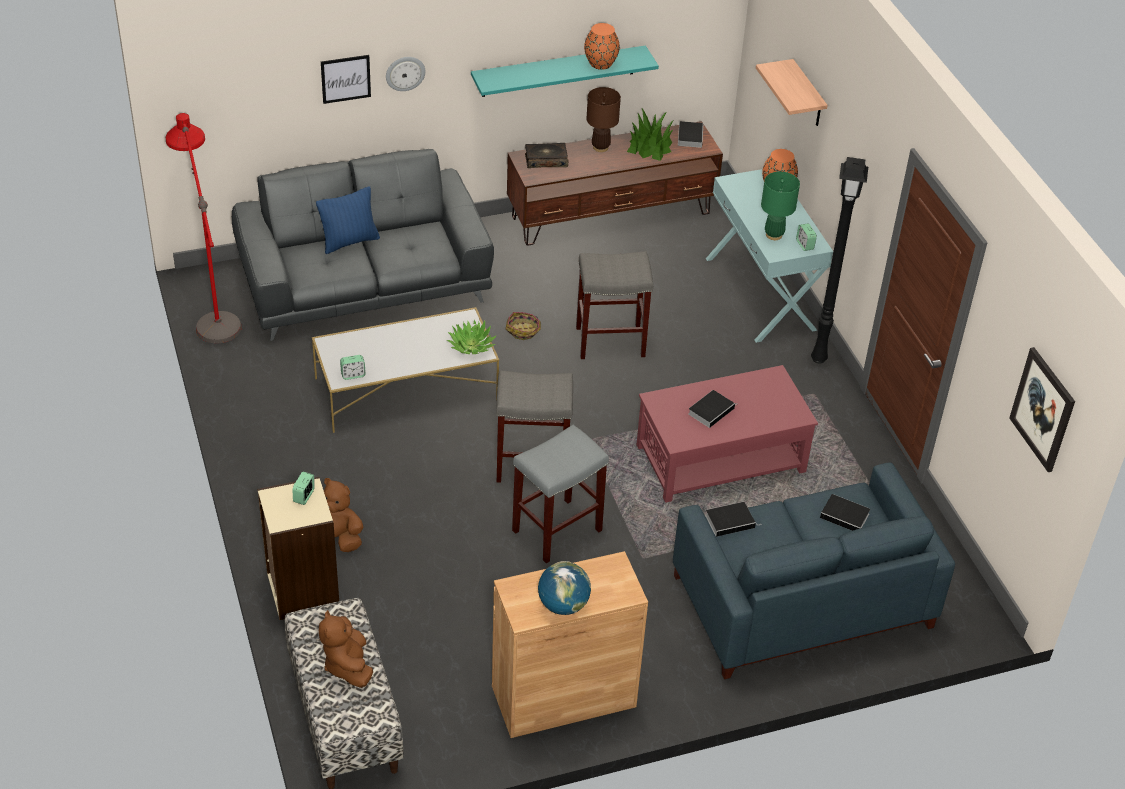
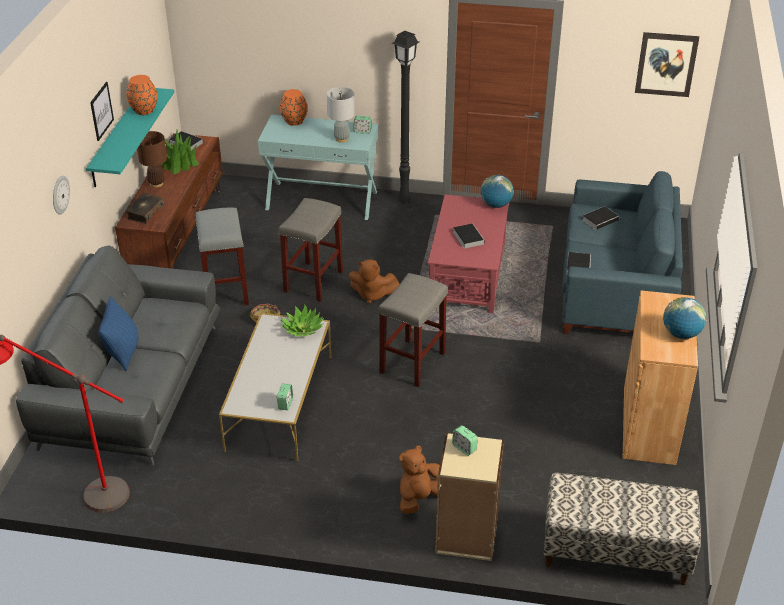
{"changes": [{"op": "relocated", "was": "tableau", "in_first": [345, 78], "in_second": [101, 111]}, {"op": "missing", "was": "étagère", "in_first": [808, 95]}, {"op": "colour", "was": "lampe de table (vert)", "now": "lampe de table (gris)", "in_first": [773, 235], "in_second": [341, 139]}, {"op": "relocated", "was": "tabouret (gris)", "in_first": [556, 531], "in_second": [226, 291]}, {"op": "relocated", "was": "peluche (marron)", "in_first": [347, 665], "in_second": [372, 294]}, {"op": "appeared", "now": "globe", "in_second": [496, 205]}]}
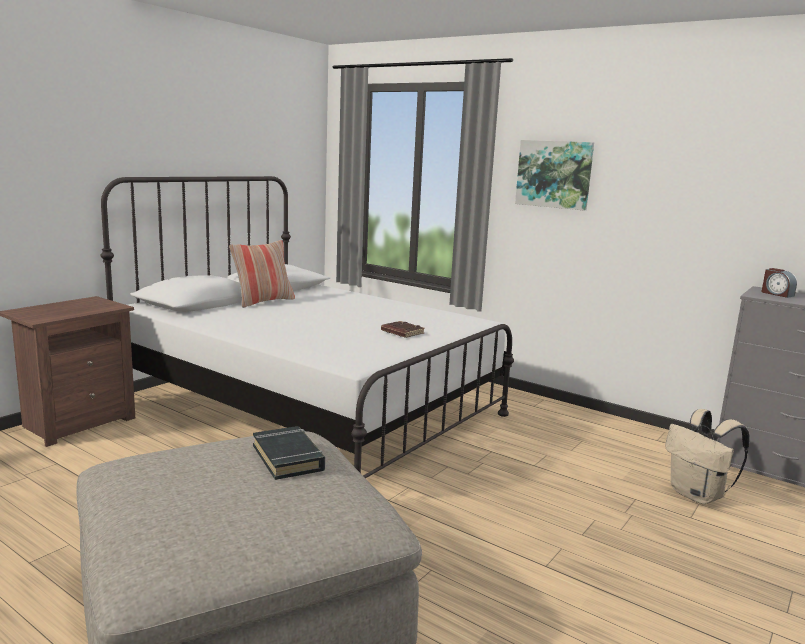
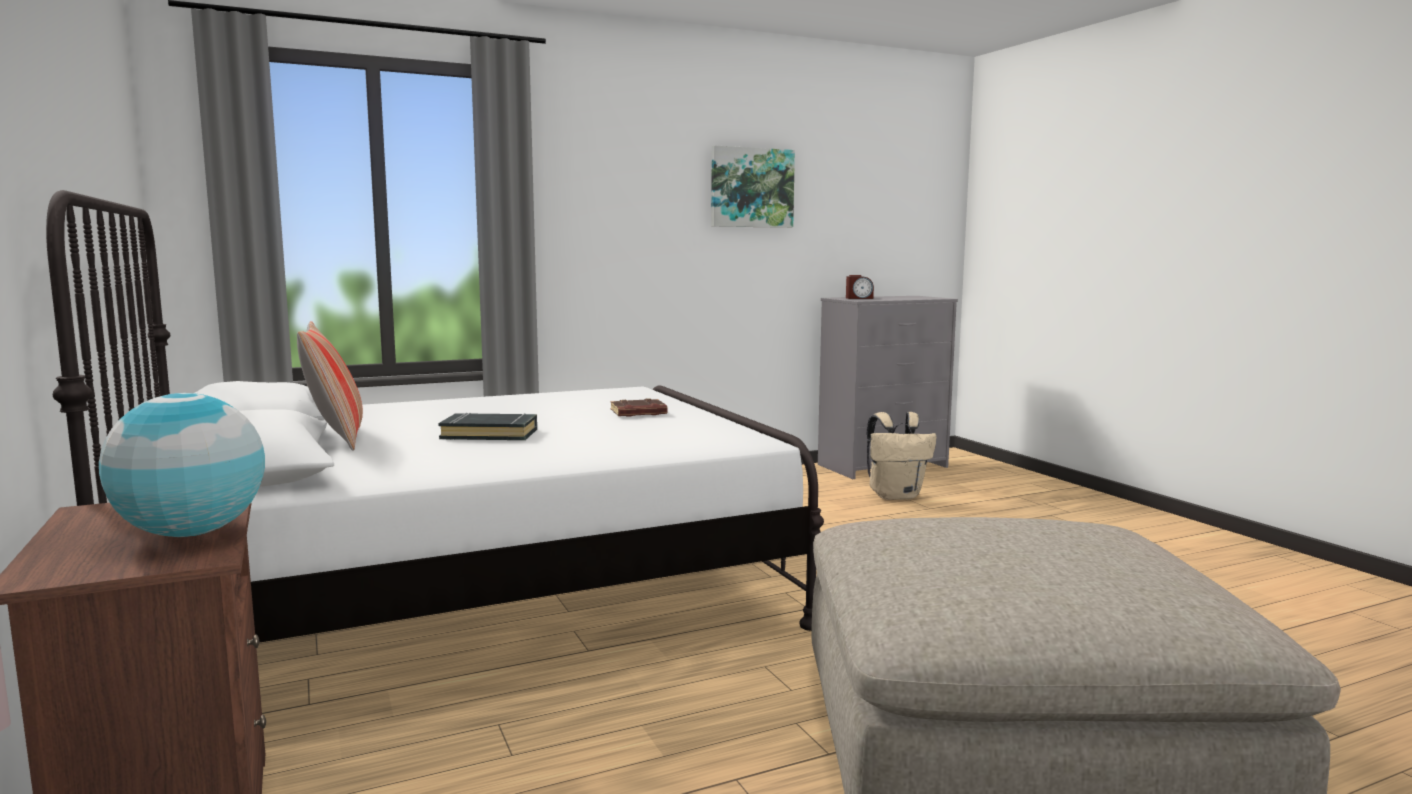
{"changes": [{"op": "relocated", "was": "tableau", "in_first": [554, 174], "in_second": [751, 188]}, {"op": "relocated", "was": "livre (noir)", "in_first": [288, 458], "in_second": [490, 434]}, {"op": "appeared", "now": "globe", "in_second": [192, 533]}]}
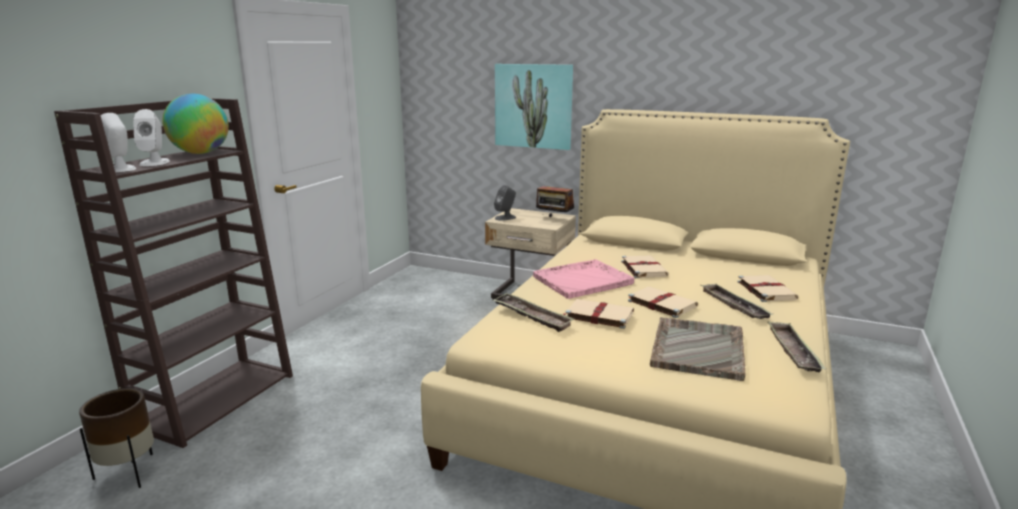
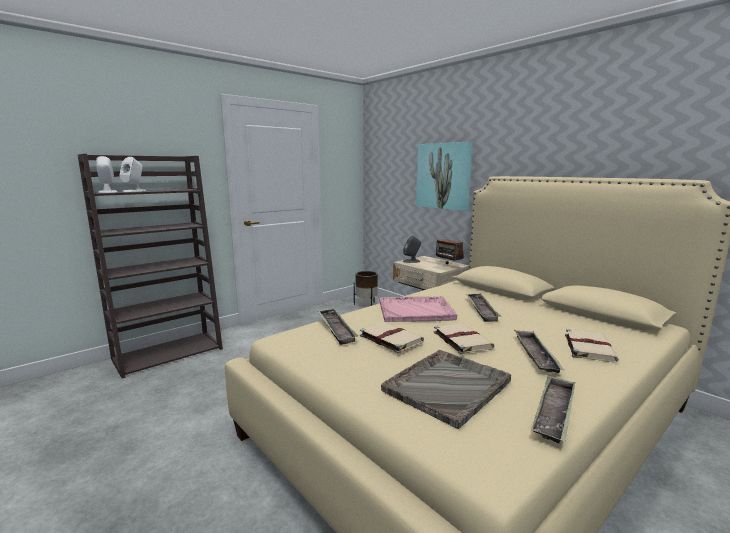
{"changes": [{"op": "missing", "was": "globe", "in_first": [200, 153]}, {"op": "exchanged", "was": "livre (beige)", "now": "plateau", "in_first": [643, 268], "in_second": [481, 310]}, {"op": "relocated", "was": "cache-pot (marron)", "in_first": [129, 473], "in_second": [366, 305]}]}
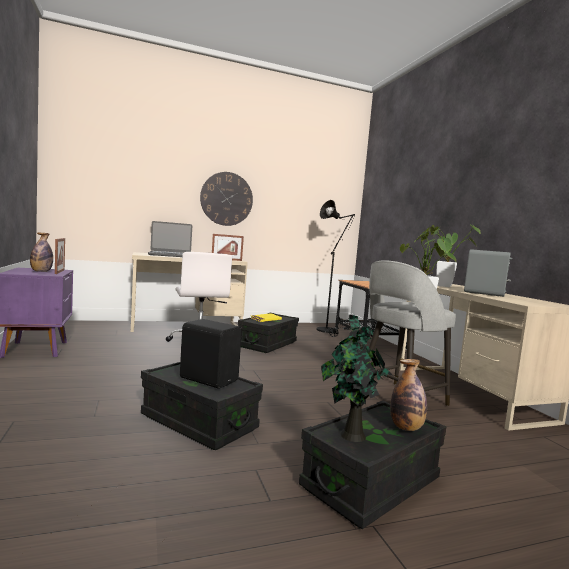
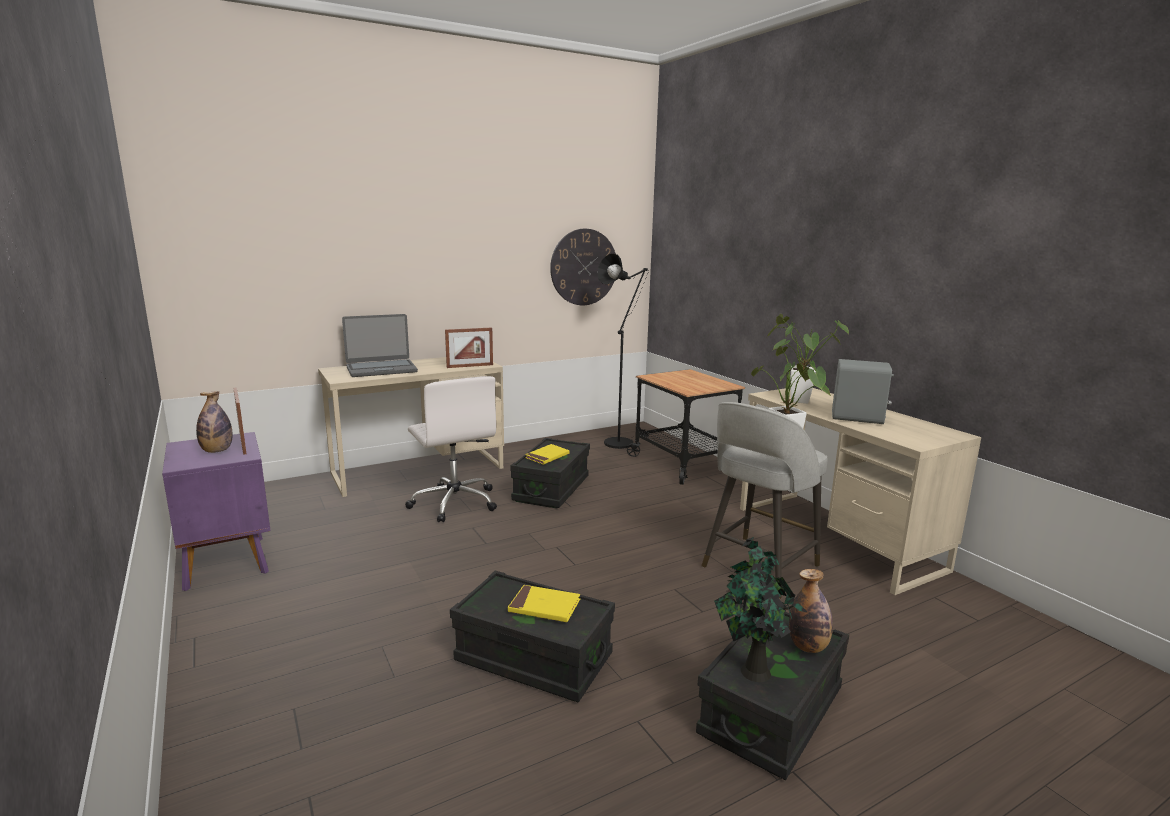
{"changes": [{"op": "relocated", "was": "horloge murale", "in_first": [226, 199], "in_second": [584, 267]}, {"op": "exchanged", "was": "enceinte (noir)", "now": "livre (jaune)", "in_first": [209, 379], "in_second": [544, 607]}]}
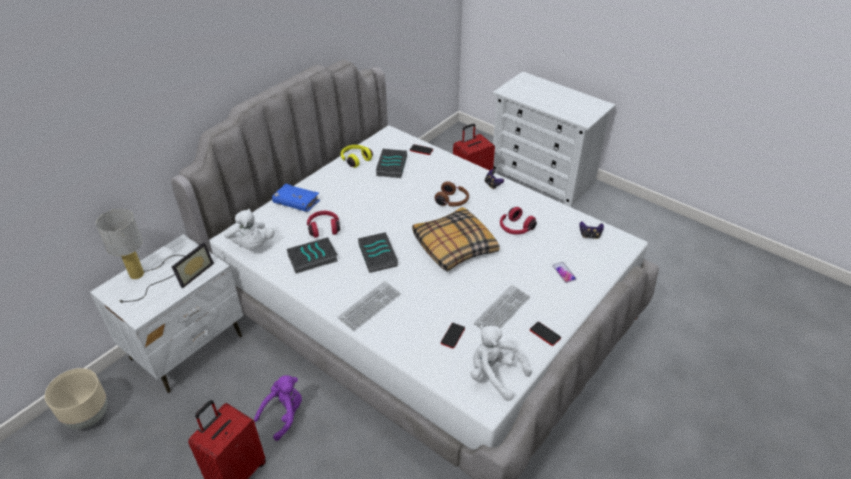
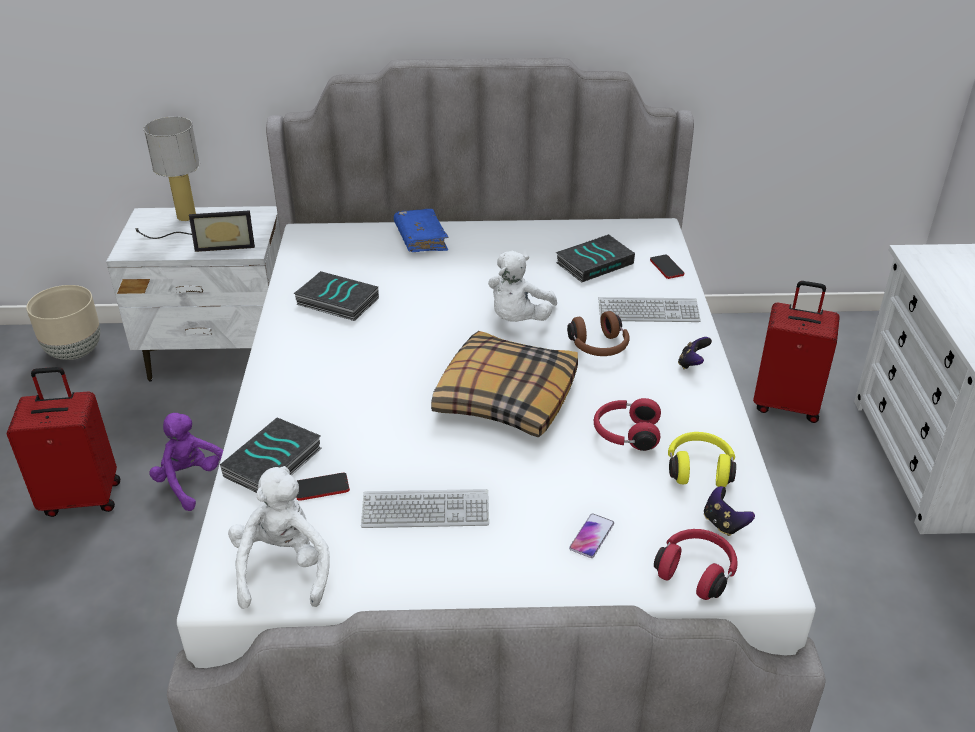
{"changes": [{"op": "relocated", "was": "casque audio (jaune)", "in_first": [355, 159], "in_second": [699, 468]}, {"op": "relocated", "was": "peluche (blanc)", "in_first": [252, 245], "in_second": [518, 319]}, {"op": "relocated", "was": "casque audio (rouge)", "in_first": [324, 228], "in_second": [696, 571]}, {"op": "relocated", "was": "livre", "in_first": [379, 255], "in_second": [273, 464]}, {"op": "relocated", "was": "clavier", "in_first": [369, 306], "in_second": [648, 311]}, {"op": "missing", "was": "téléphone", "in_first": [545, 334]}, {"op": "spun", "was": "peluche (violet)", "in_first": [284, 415], "in_second": [193, 483], "clockwise": -135}]}
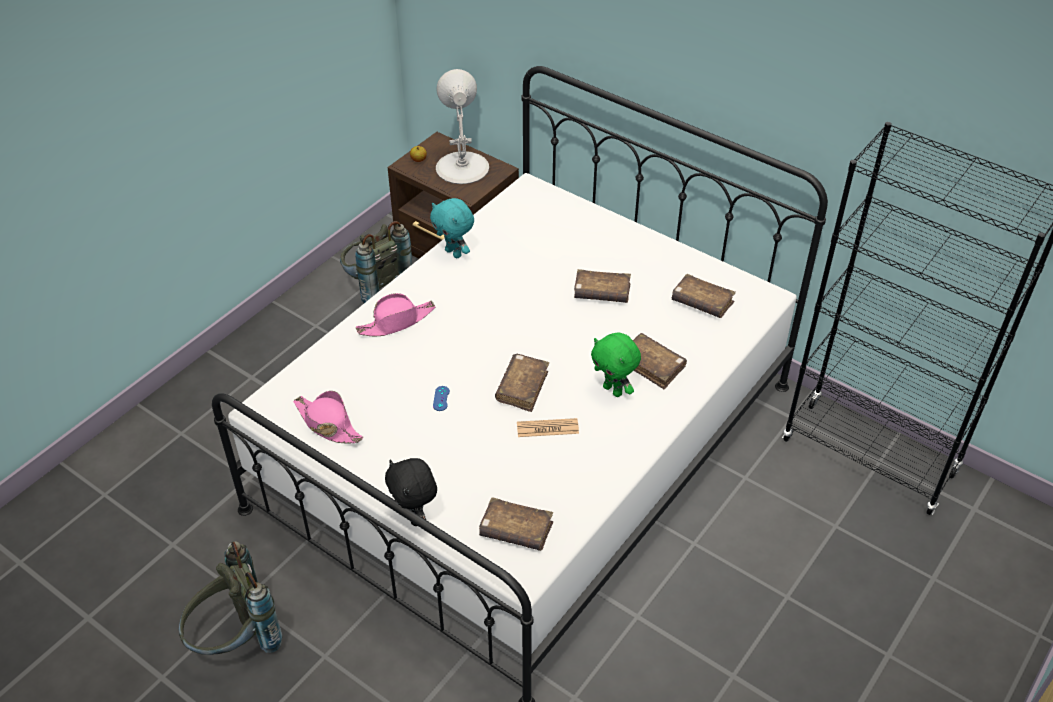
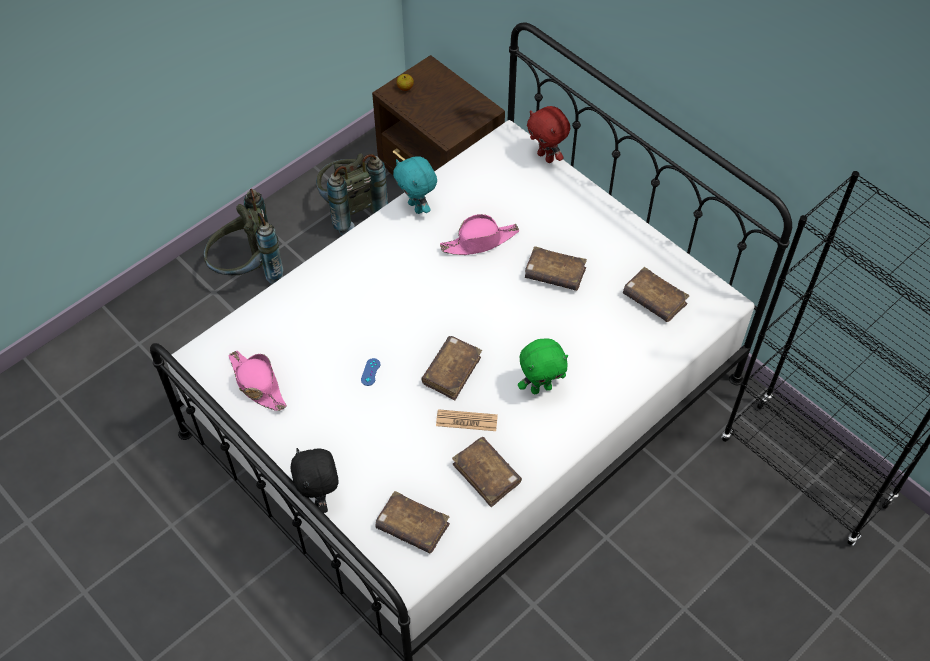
{"changes": [{"op": "missing", "was": "lampe de table (blanc)", "in_first": [462, 166]}, {"op": "relocated", "was": "chapeau (rose)", "in_first": [396, 322], "in_second": [480, 241]}, {"op": "spun", "was": "peluche (vert)", "in_first": [613, 390], "in_second": [541, 388], "clockwise": -75}, {"op": "relocated", "was": "livre (marron)", "in_first": [652, 366], "in_second": [486, 475]}, {"op": "relocated", "was": "sac à dos (gris)", "in_first": [236, 641], "in_second": [248, 271]}, {"op": "appeared", "now": "peluche (rouge)", "in_second": [546, 157]}]}
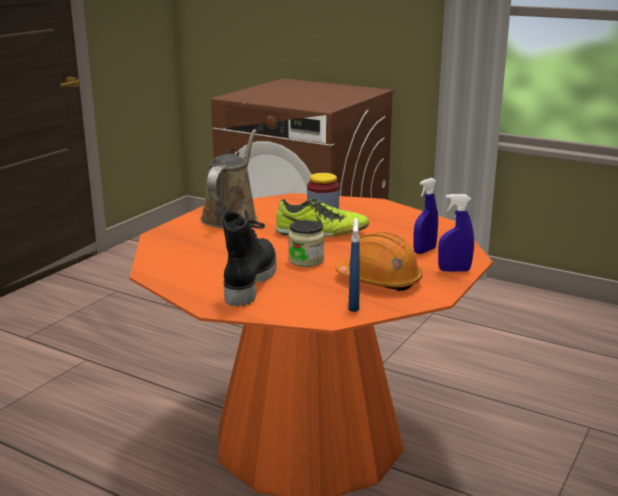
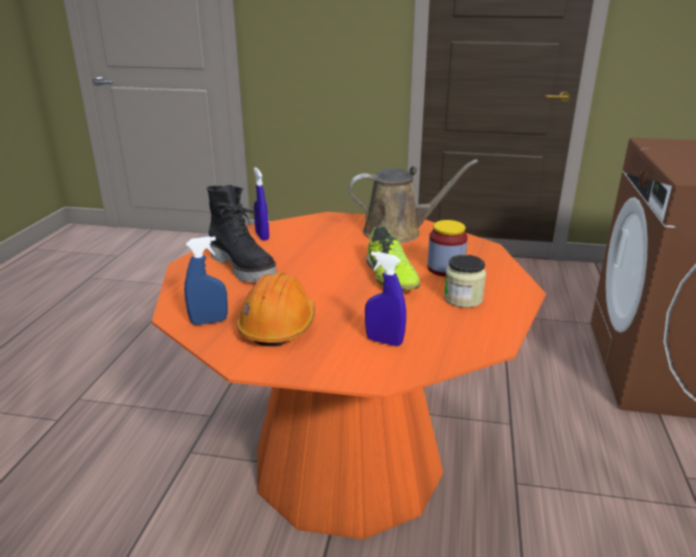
{"changes": [{"op": "relocated", "was": "vaporisateur (bleu)", "in_first": [454, 270], "in_second": [262, 236]}, {"op": "spun", "was": "botte (noir)", "in_first": [248, 282], "in_second": [244, 267], "clockwise": 60}, {"op": "relocated", "was": "bocal", "in_first": [306, 260], "in_second": [463, 299]}]}
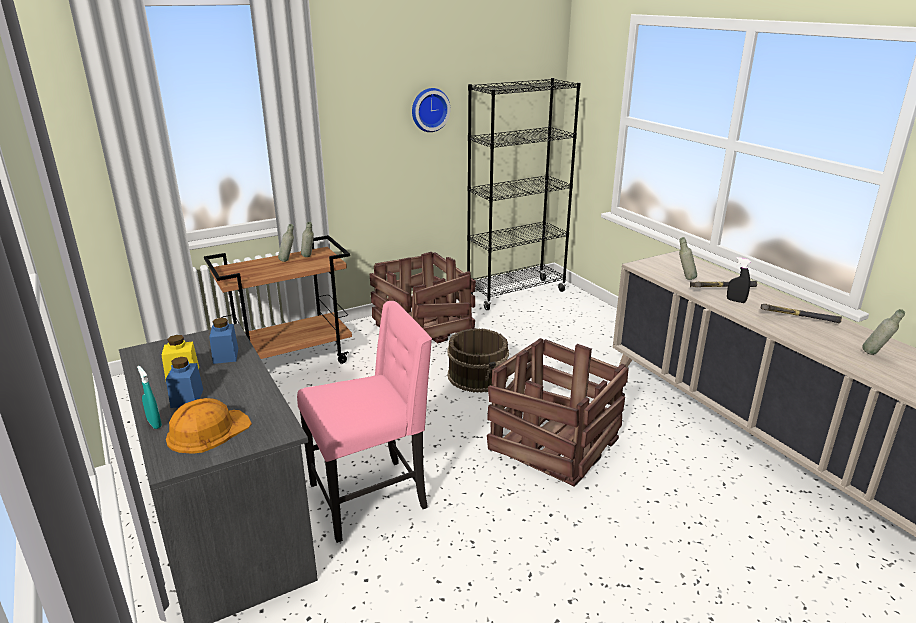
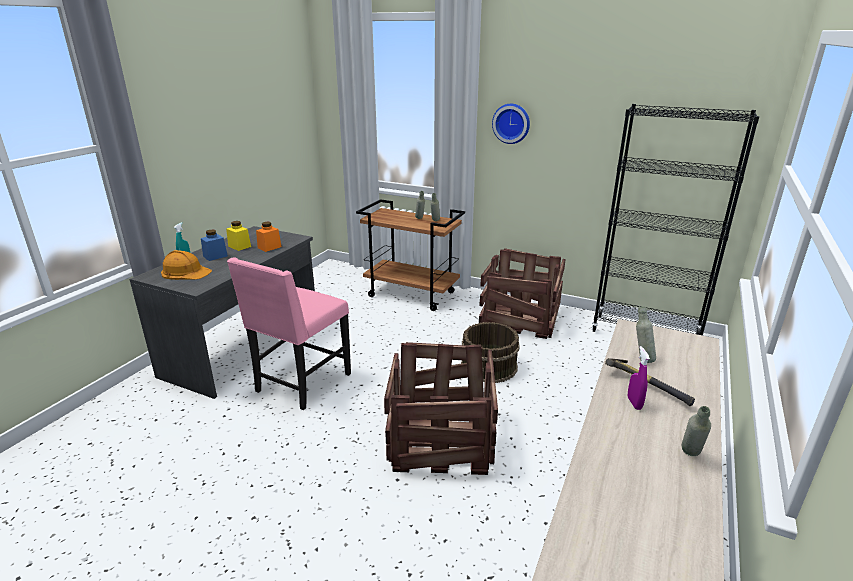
{"changes": [{"op": "relocated", "was": "horloge murale", "in_first": [429, 109], "in_second": [511, 123]}, {"op": "colour", "was": "vaporisateur (noir)", "now": "vaporisateur (violet)", "in_first": [736, 301], "in_second": [634, 403]}, {"op": "spun", "was": "chaise (rose)", "in_first": [371, 497], "in_second": [301, 383], "clockwise": 90}, {"op": "missing", "was": "marteau", "in_first": [794, 318]}, {"op": "relocated", "was": "bouteille (gris)", "in_first": [875, 355], "in_second": [689, 457]}, {"op": "colour", "was": "bocal (bleu)", "now": "bocal (orange)", "in_first": [226, 355], "in_second": [269, 247]}]}
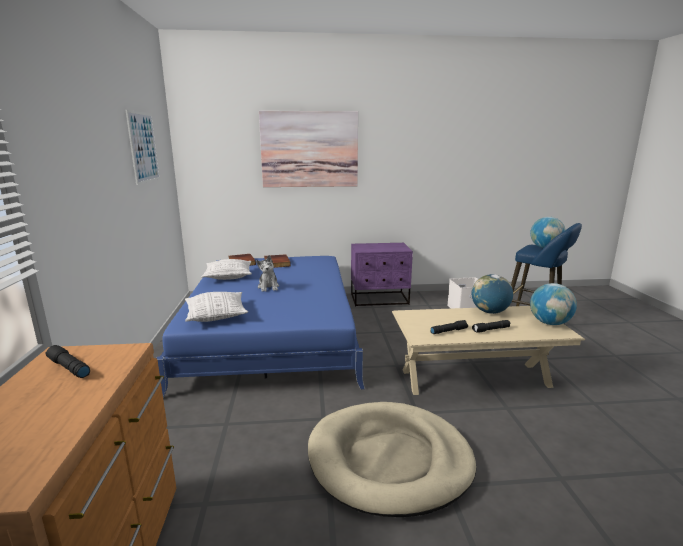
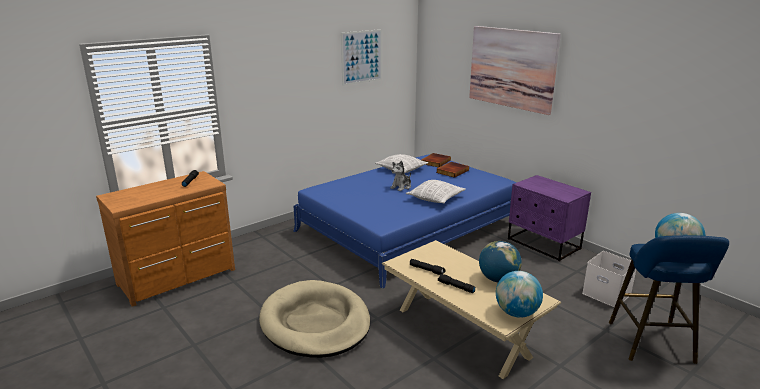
{"changes": [{"op": "relocated", "was": "coussin", "in_first": [216, 315], "in_second": [435, 198]}]}
